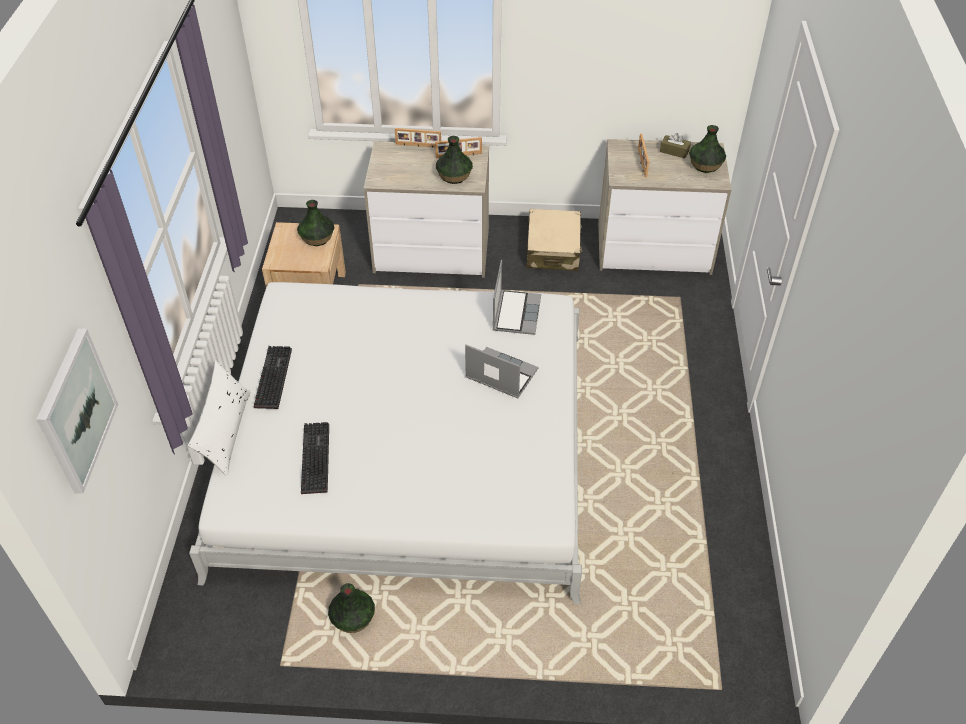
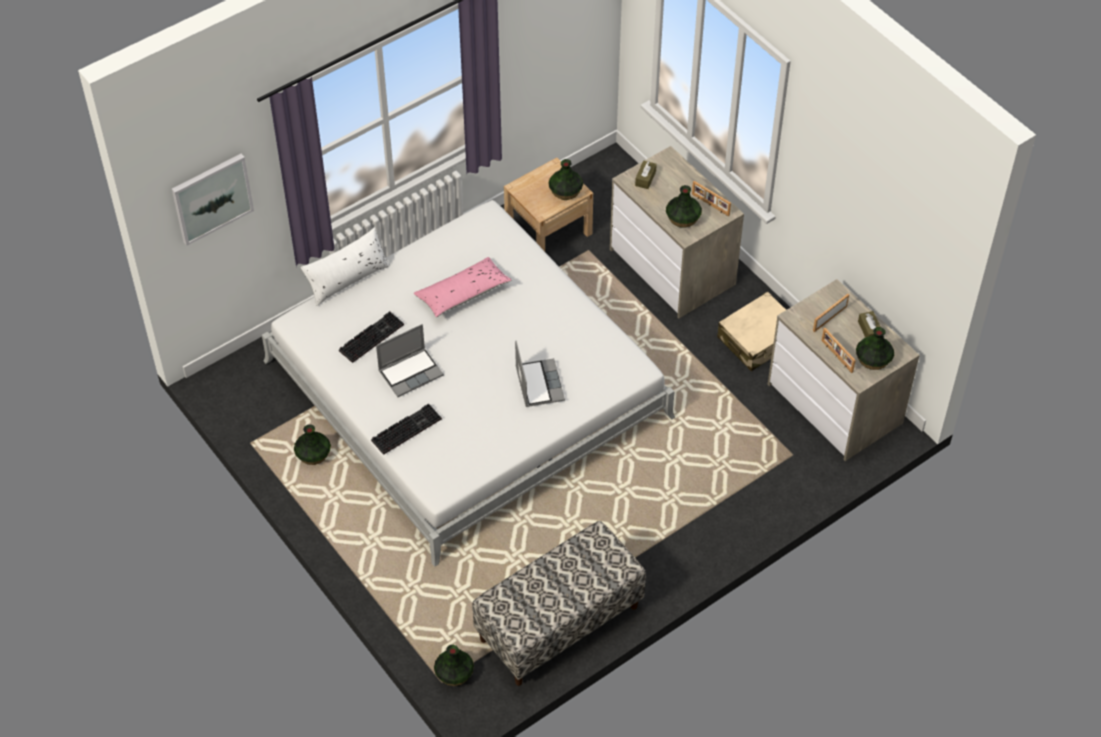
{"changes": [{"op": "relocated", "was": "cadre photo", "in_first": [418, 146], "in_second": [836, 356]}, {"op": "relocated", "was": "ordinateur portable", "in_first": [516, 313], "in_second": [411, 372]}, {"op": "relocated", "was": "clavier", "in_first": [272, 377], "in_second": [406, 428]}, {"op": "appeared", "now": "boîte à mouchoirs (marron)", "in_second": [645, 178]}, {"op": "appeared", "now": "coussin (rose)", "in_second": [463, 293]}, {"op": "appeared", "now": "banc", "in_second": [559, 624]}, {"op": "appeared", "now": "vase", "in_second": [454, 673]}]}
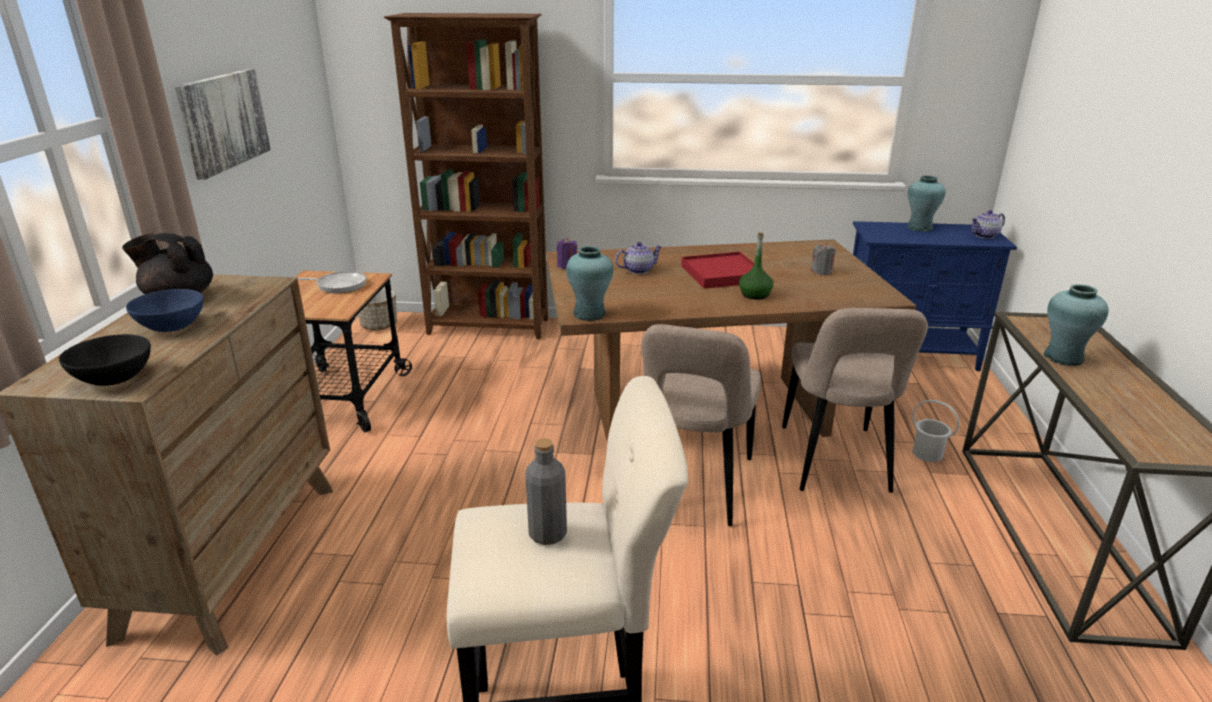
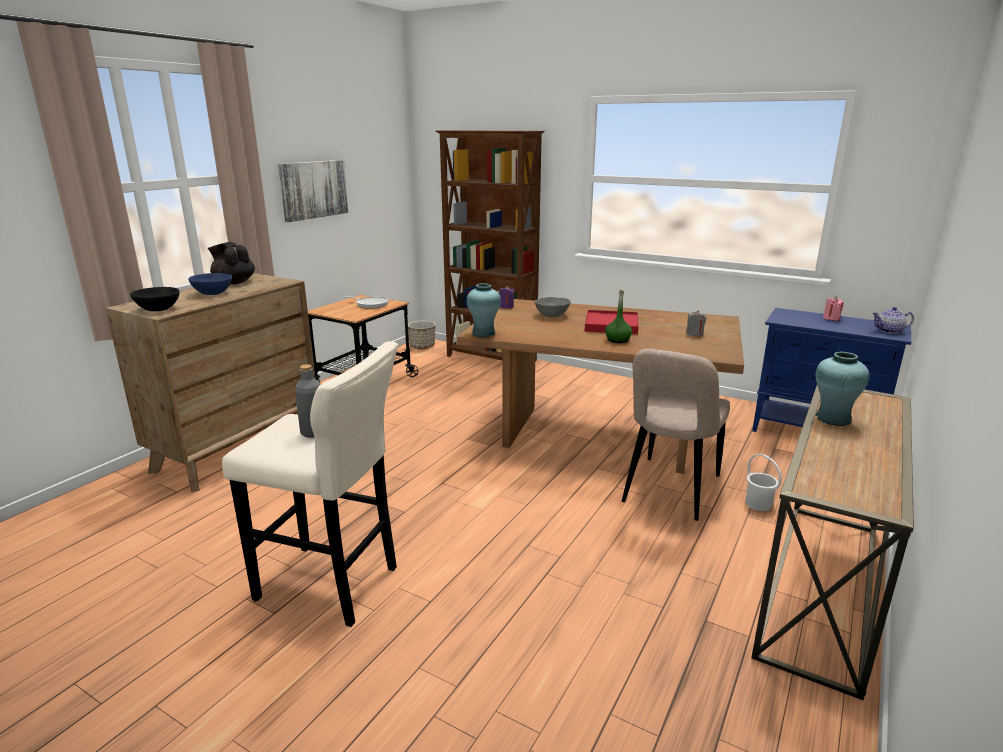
{"changes": [{"op": "exchanged", "was": "vase (turquoise)", "now": "bougie (rose)", "in_first": [919, 228], "in_second": [831, 318]}, {"op": "exchanged", "was": "théière", "now": "bol (gris)", "in_first": [638, 270], "in_second": [552, 315]}, {"op": "missing", "was": "chaise (beige)", "in_first": [694, 487]}]}
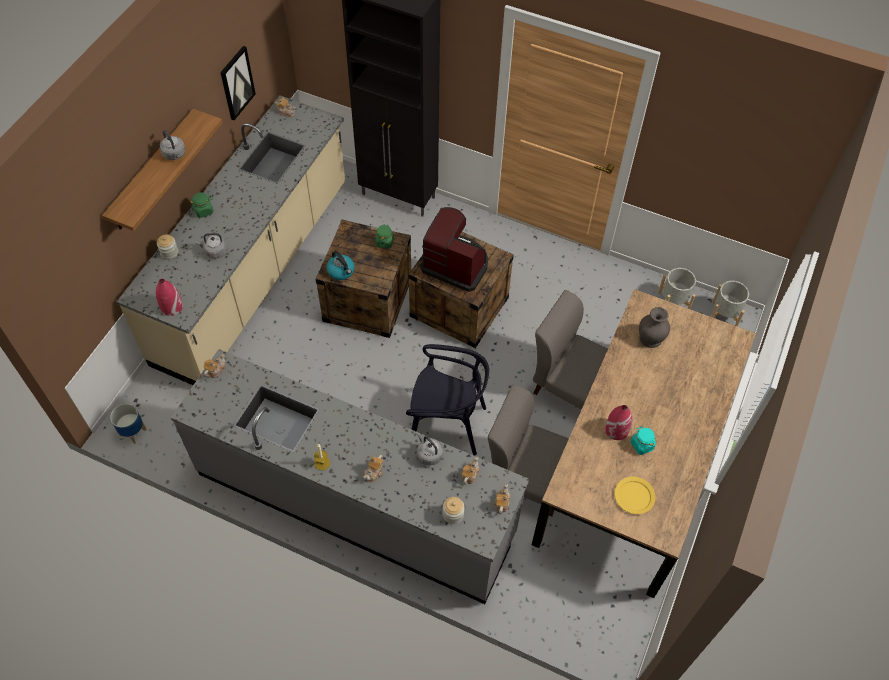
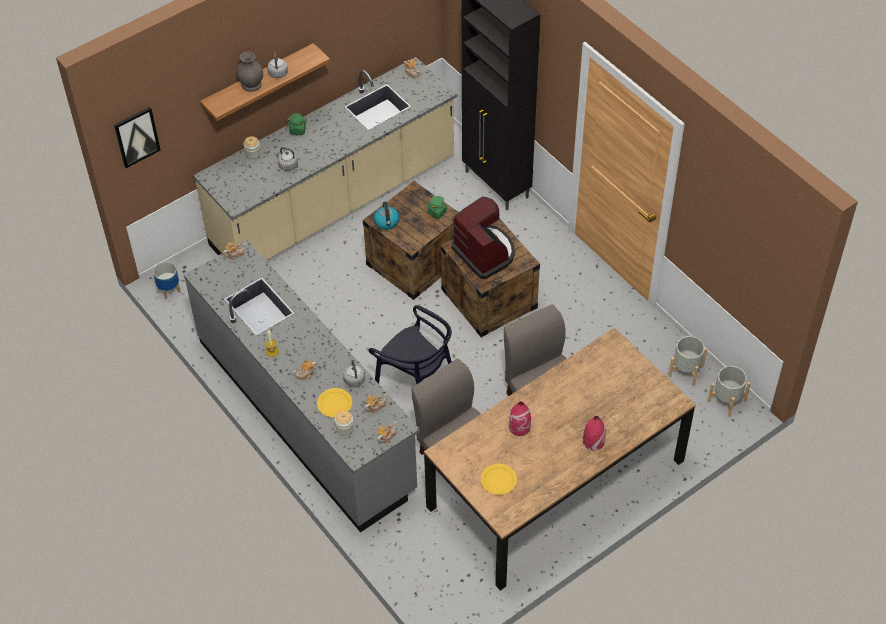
{"changes": [{"op": "relocated", "was": "tableau", "in_first": [236, 83], "in_second": [136, 136]}, {"op": "relocated", "was": "vase (rouge)", "in_first": [171, 307], "in_second": [593, 441]}, {"op": "relocated", "was": "vase (gris)", "in_first": [650, 338], "in_second": [251, 84]}, {"op": "missing", "was": "bocal (turquoise)", "in_first": [642, 445]}, {"op": "appeared", "now": "assiette (jaune)", "in_second": [335, 403]}]}
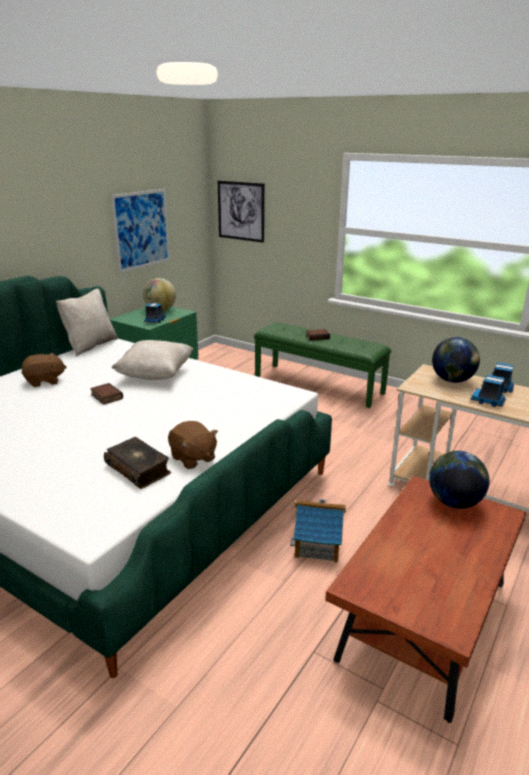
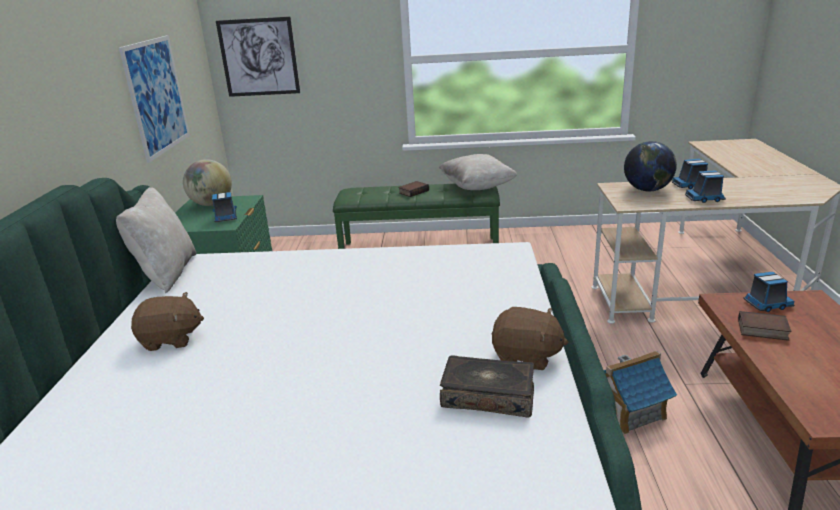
{"changes": [{"op": "relocated", "was": "coussin (beige)", "in_first": [155, 375], "in_second": [477, 187]}, {"op": "spun", "was": "peluche (marron)", "in_first": [45, 381], "in_second": [171, 339], "clockwise": 45}, {"op": "relocated", "was": "livre", "in_first": [105, 397], "in_second": [762, 330]}, {"op": "exchanged", "was": "globe", "now": "camion jouet", "in_first": [454, 503], "in_second": [767, 304]}]}
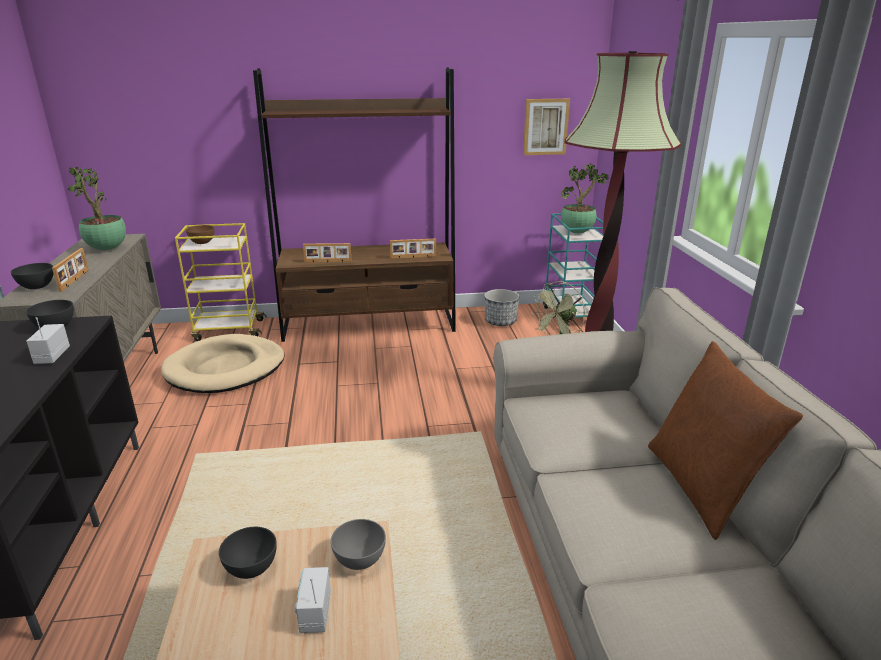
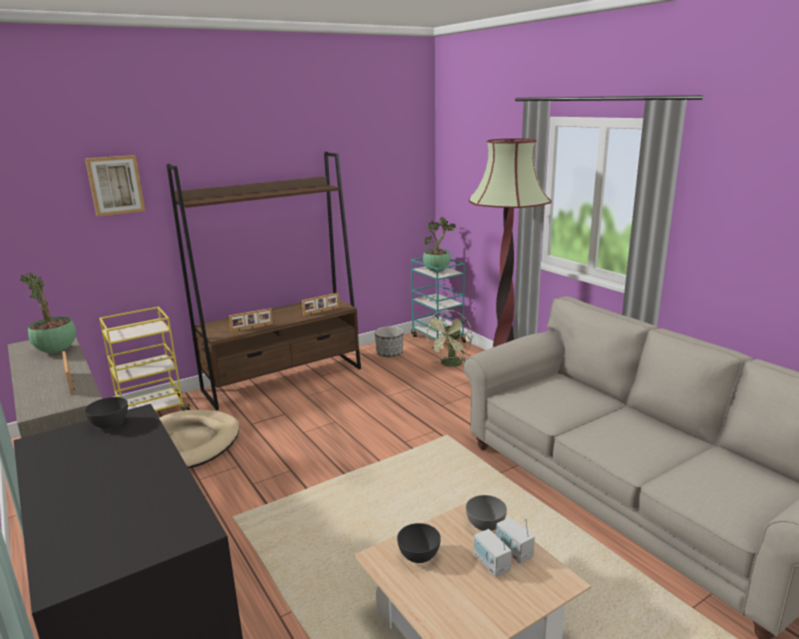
{"changes": [{"op": "relocated", "was": "tableau", "in_first": [545, 127], "in_second": [115, 185]}, {"op": "missing", "was": "bol (marron)", "in_first": [202, 242]}, {"op": "missing", "was": "bol (gris)", "in_first": [37, 287]}, {"op": "relocated", "was": "radio", "in_first": [52, 356], "in_second": [514, 551]}, {"op": "missing", "was": "coussin (marron)", "in_first": [701, 487]}]}
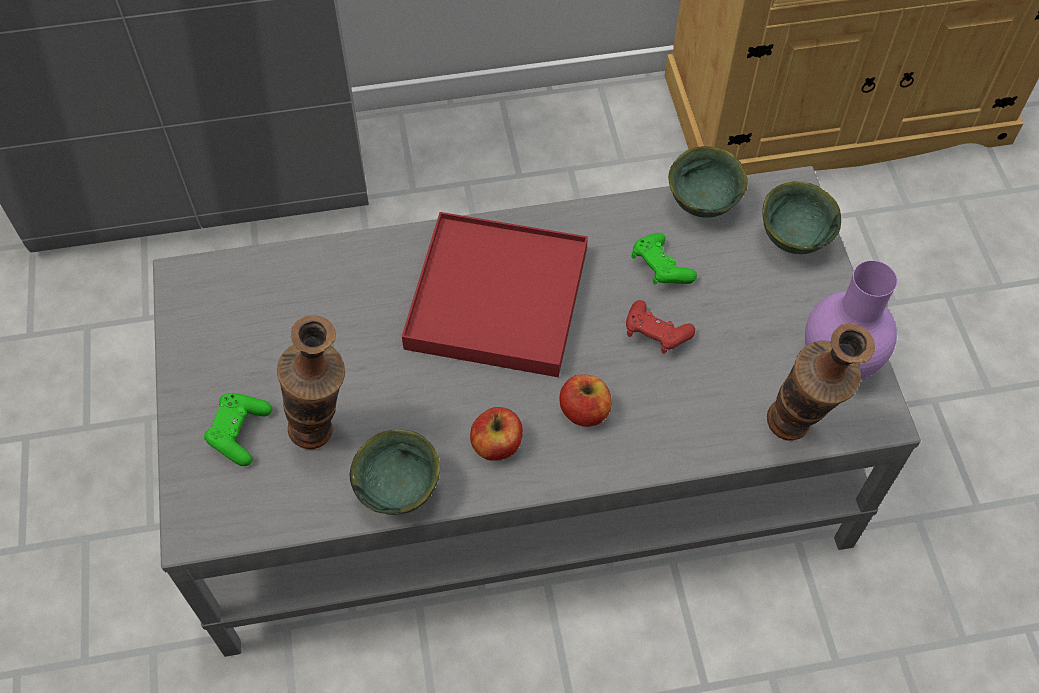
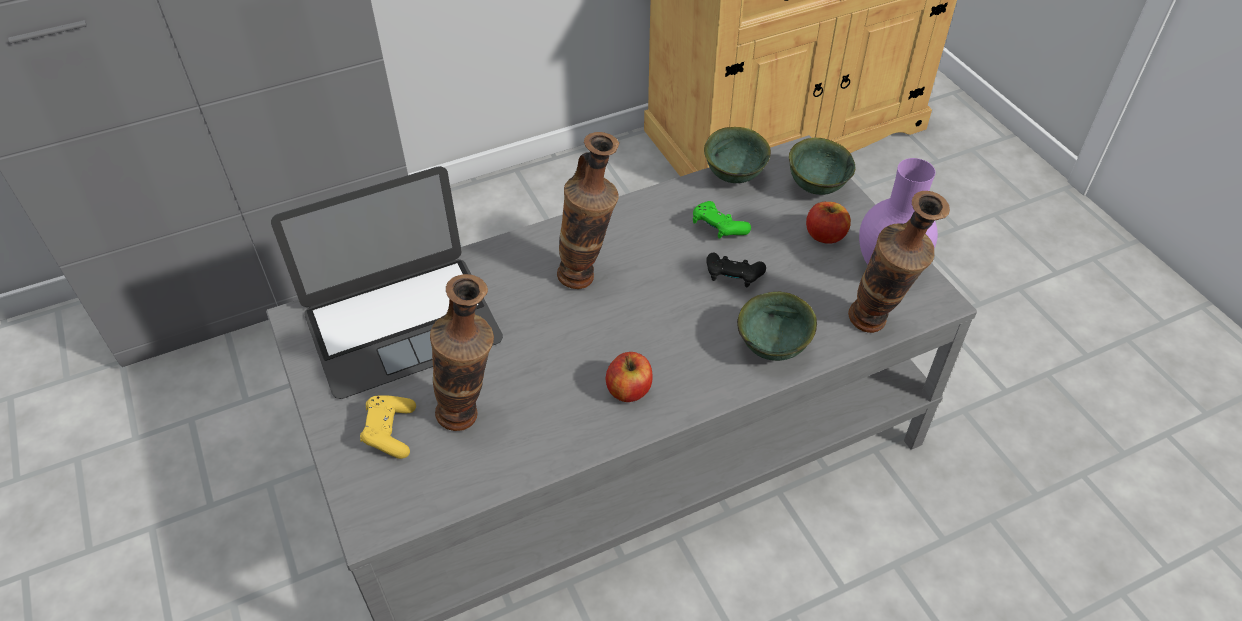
{"changes": [{"op": "exchanged", "was": "plateau (rouge)", "now": "vase", "in_first": [497, 298], "in_second": [588, 277]}, {"op": "colour", "was": "manette (rouge)", "now": "manette (noir)", "in_first": [655, 335], "in_second": [733, 278]}, {"op": "relocated", "was": "pomme", "in_first": [584, 411], "in_second": [825, 235]}, {"op": "colour", "was": "manette (vert)", "now": "manette (jaune)", "in_first": [239, 433], "in_second": [390, 432]}, {"op": "relocated", "was": "bol (vert)", "in_first": [401, 491], "in_second": [774, 349]}, {"op": "appeared", "now": "ordinateur portable", "in_second": [402, 324]}]}
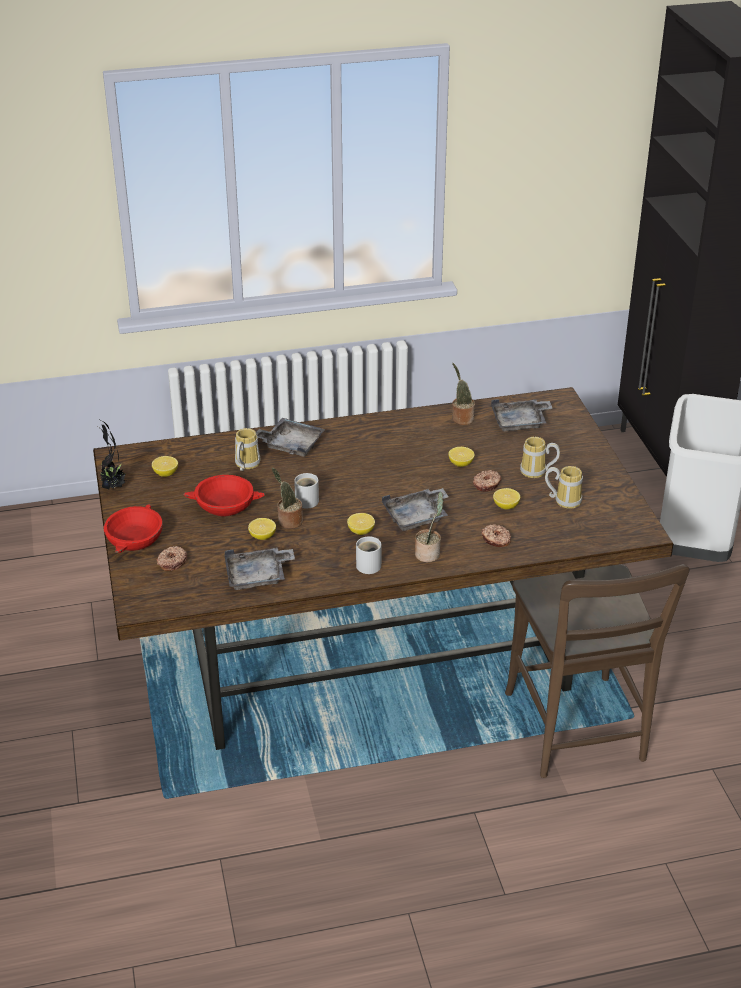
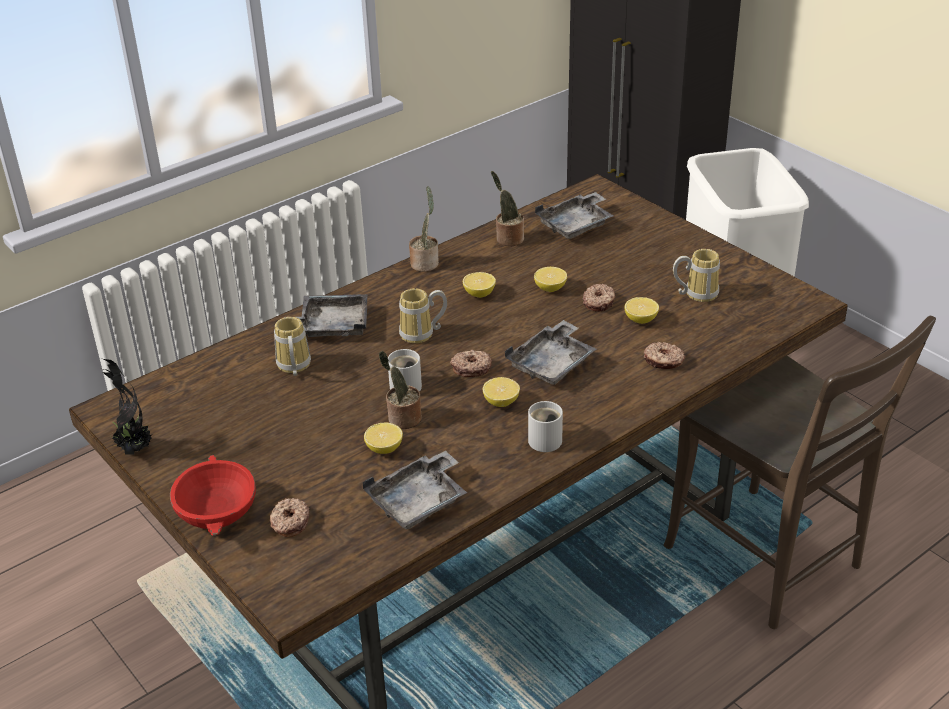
{"changes": [{"op": "relocated", "was": "mug", "in_first": [536, 472], "in_second": [422, 334]}, {"op": "relocated", "was": "citron", "in_first": [165, 473], "in_second": [479, 294]}, {"op": "missing", "was": "bol (rouge)", "in_first": [225, 506]}, {"op": "relocated", "was": "plante en pot", "in_first": [429, 553], "in_second": [425, 263]}, {"op": "appeared", "now": "beignet", "in_second": [471, 368]}]}
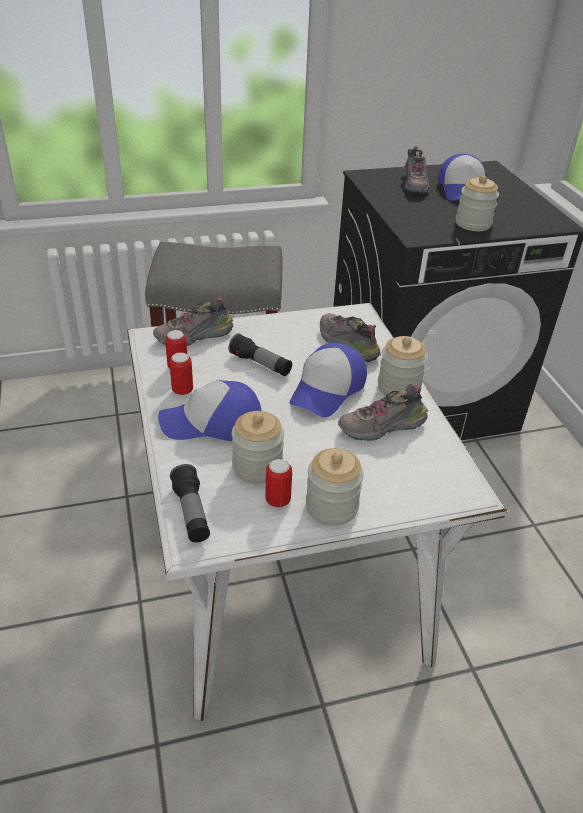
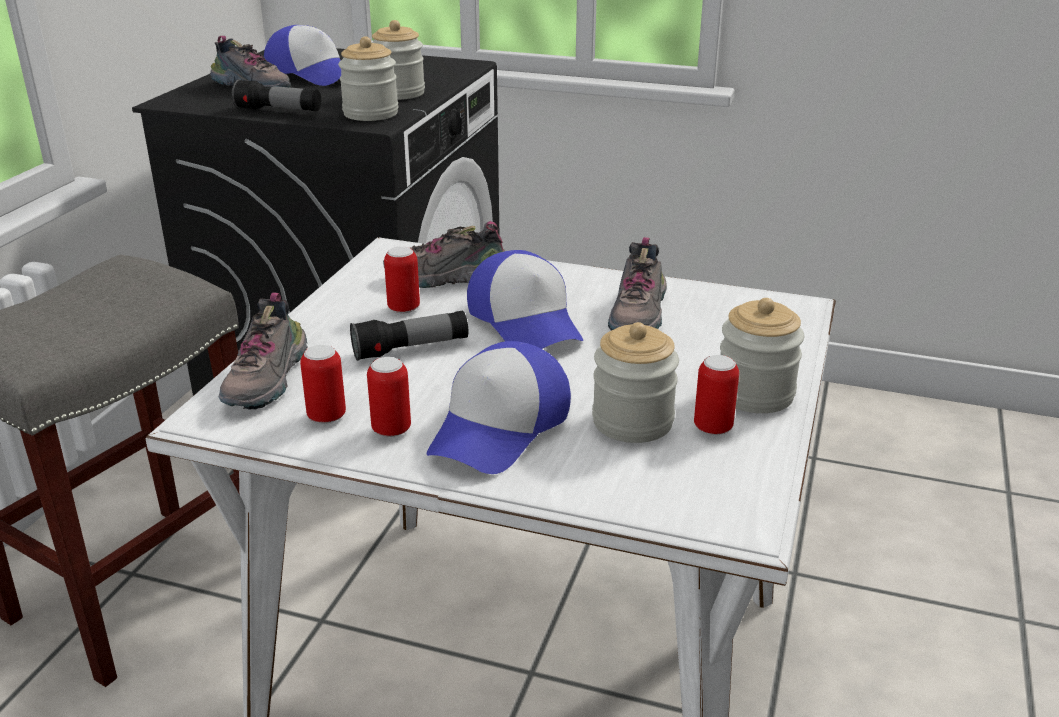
{"changes": [{"op": "relocated", "was": "bocal", "in_first": [399, 387], "in_second": [370, 113]}, {"op": "relocated", "was": "lampe de poche", "in_first": [191, 512], "in_second": [278, 111]}, {"op": "appeared", "now": "boîte métallique", "in_second": [403, 308]}]}
